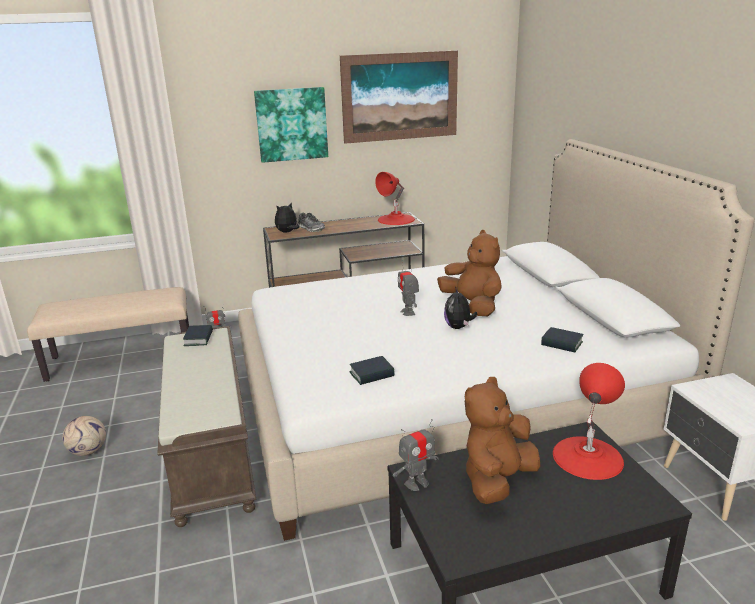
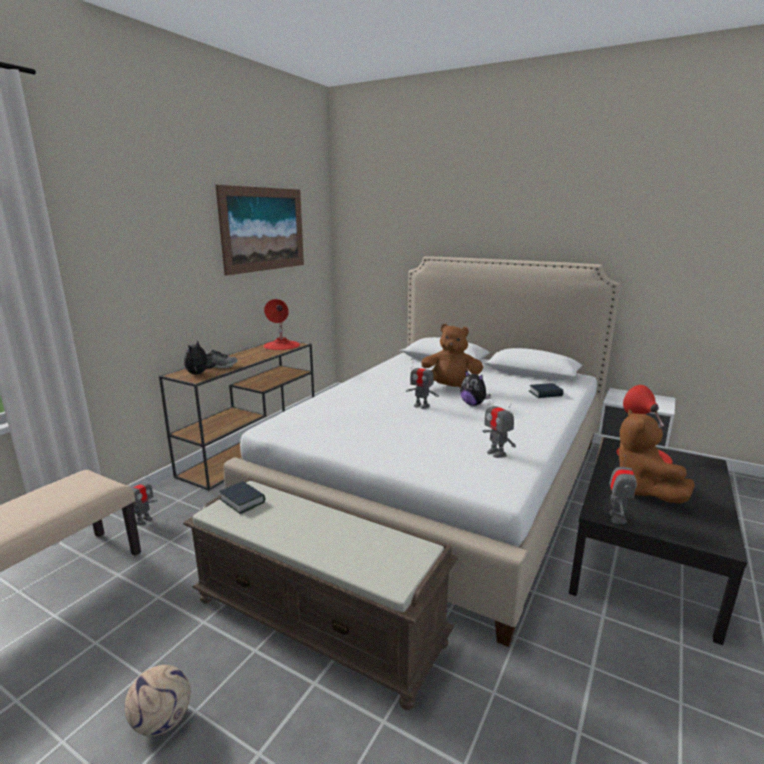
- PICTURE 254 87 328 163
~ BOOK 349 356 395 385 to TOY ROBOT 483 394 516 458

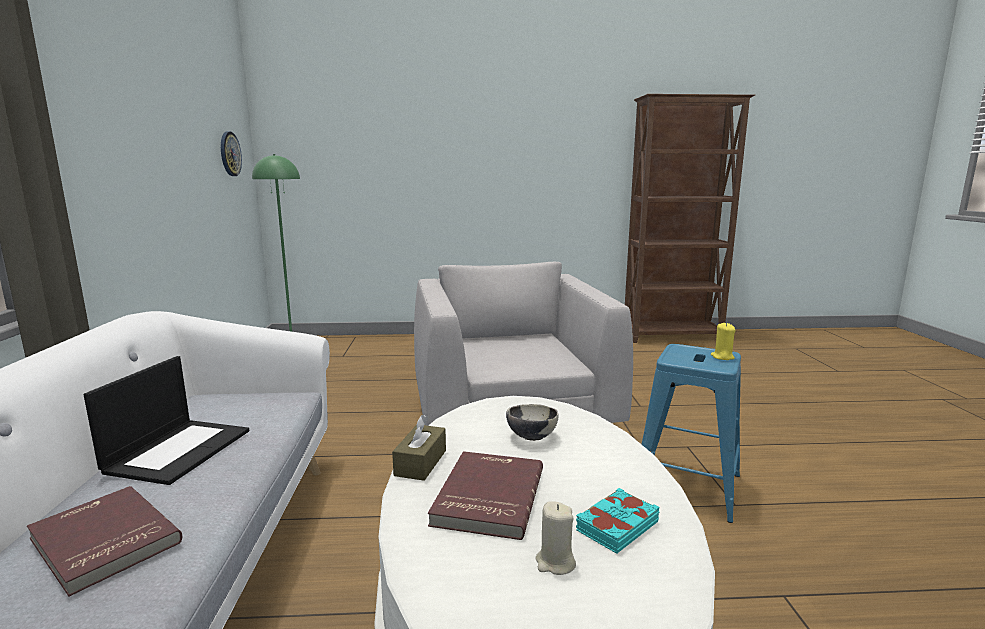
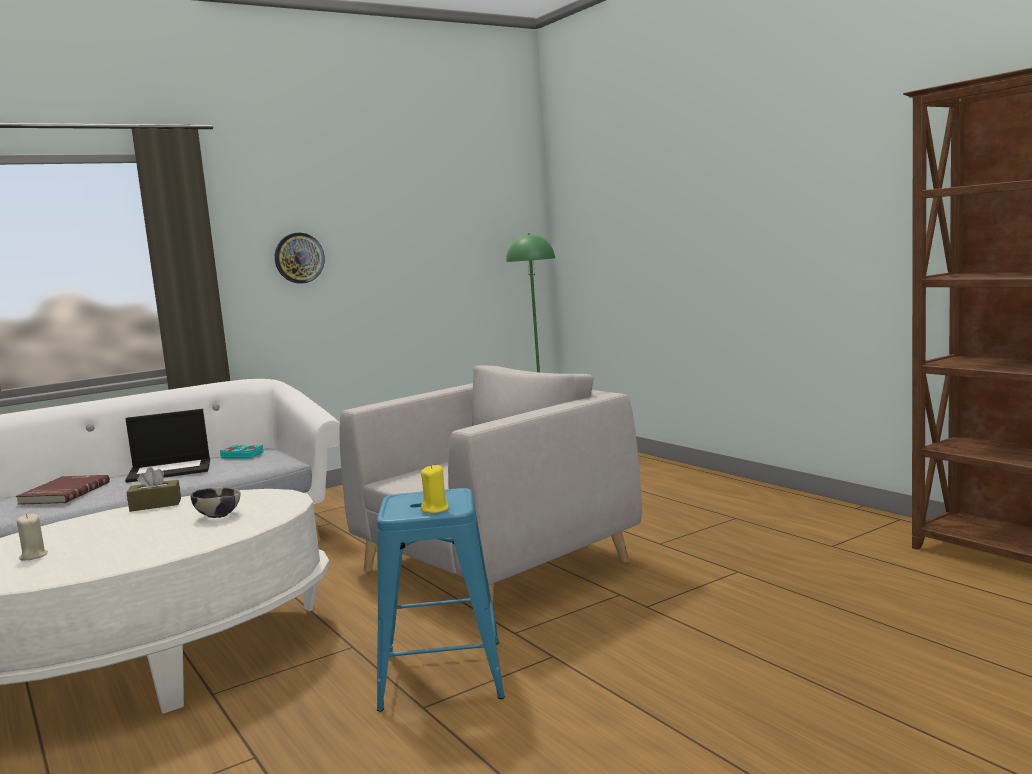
~ WALL CLOCK 221 131 242 176 to 275 233 325 284
- RED BOOK 428 451 543 540
~ TURQUOISE BOOK 576 488 659 554 to 220 445 264 458

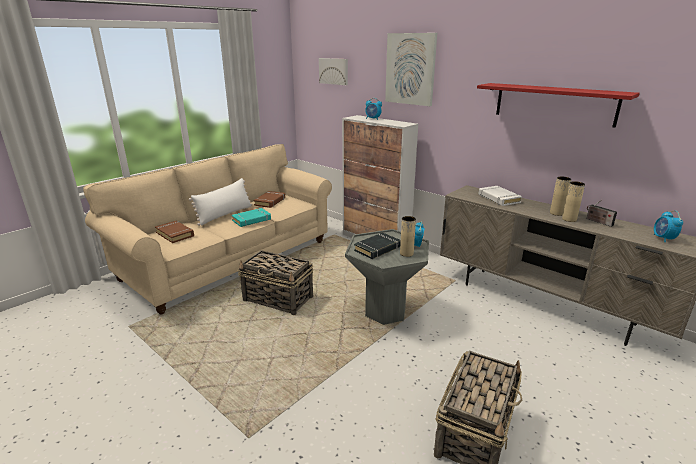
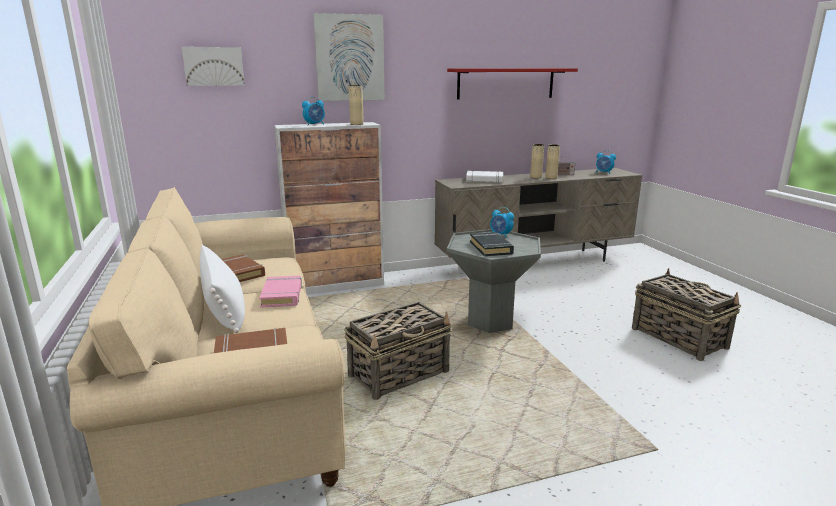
~ TURQUOISE BOOK 232 208 271 227 to PINK BOOK 260 276 302 308
~ BEIGE VASE 400 216 416 257 to 349 85 364 125

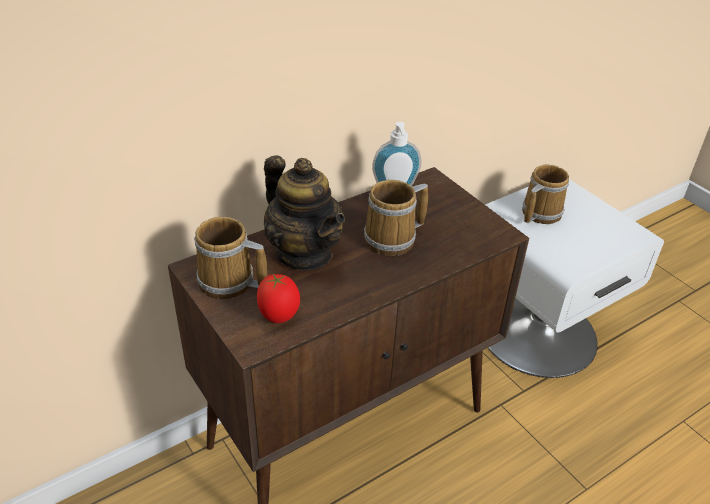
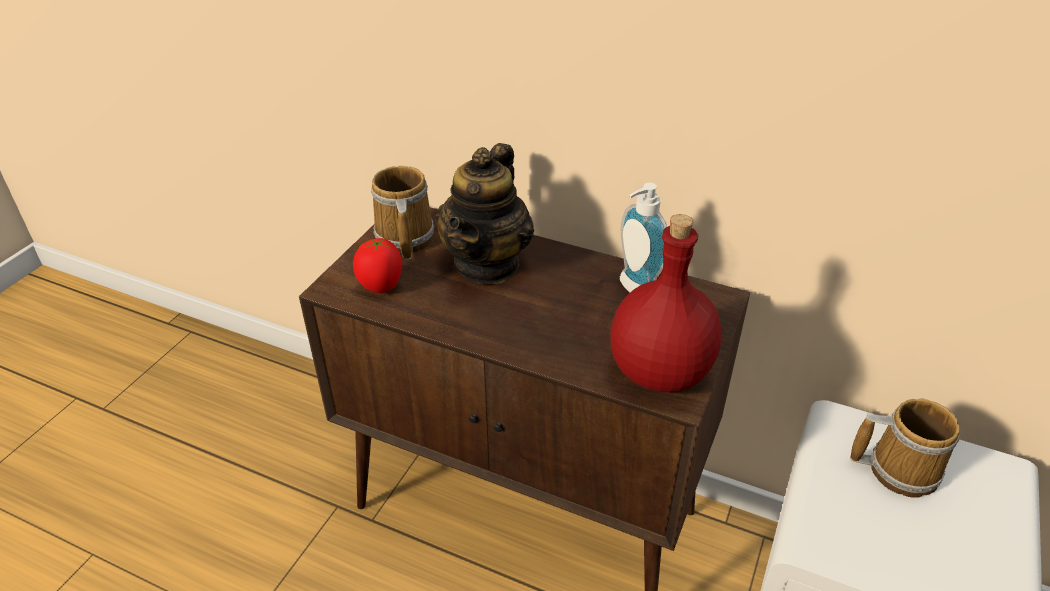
- MUG 364 180 428 256
+ RED BOTTLE 610 214 722 392

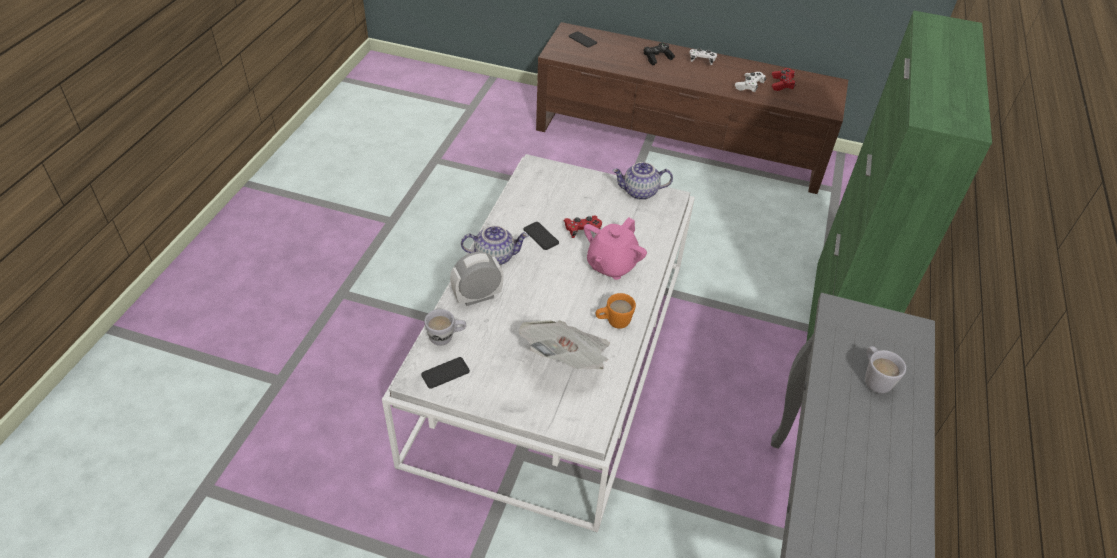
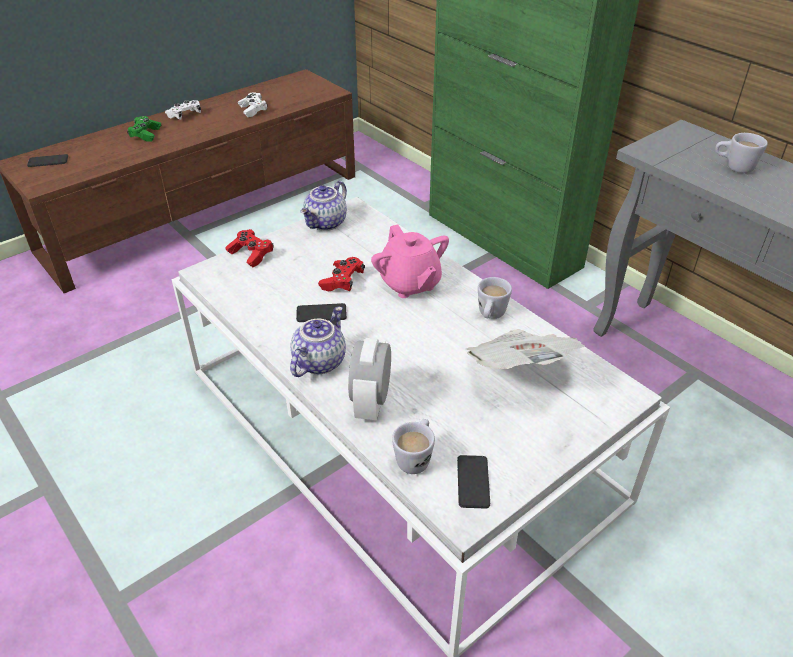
~ ORANGE MUG 596 293 636 329 to WHITE MUG 478 277 512 319
~ BLACK GAME CONTROLLER 644 42 675 65 to GREEN GAME CONTROLLER 127 116 161 142
~ RED GAME CONTROLLER 772 68 796 91 to 226 229 273 267

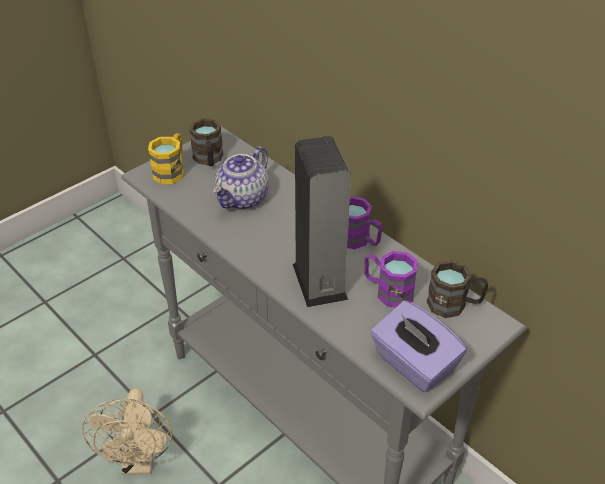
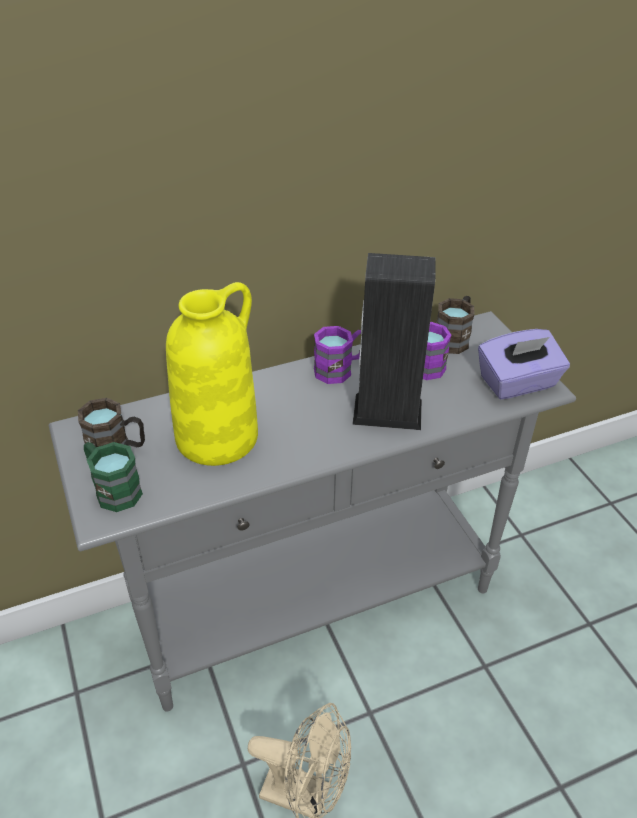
~ YELLOW MUG 148 133 184 184 to GREEN MUG 84 442 143 512
~ TEAPOT 212 146 269 210 to YELLOW VASE 166 282 258 466

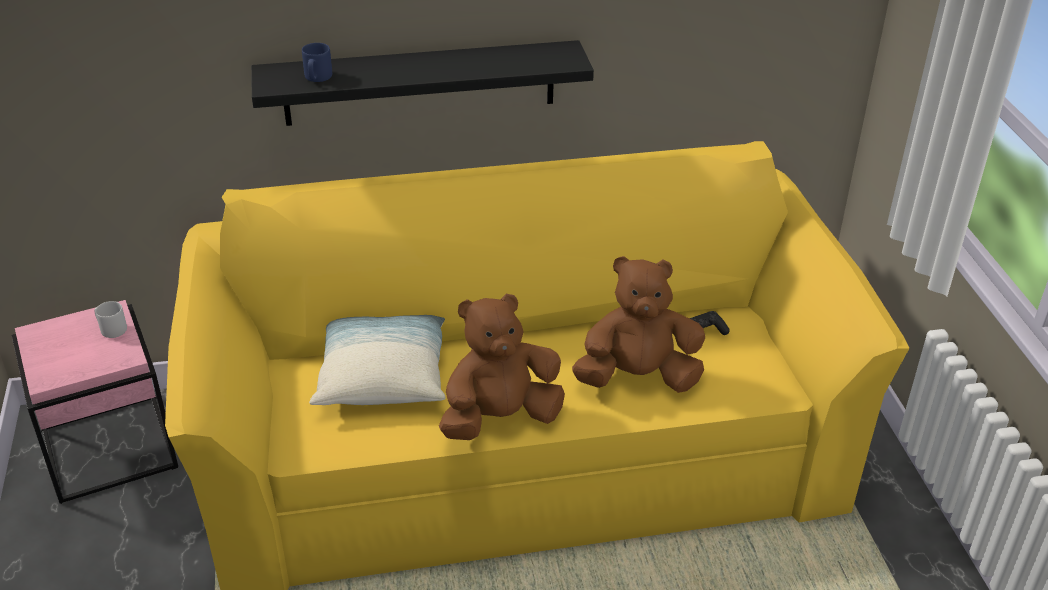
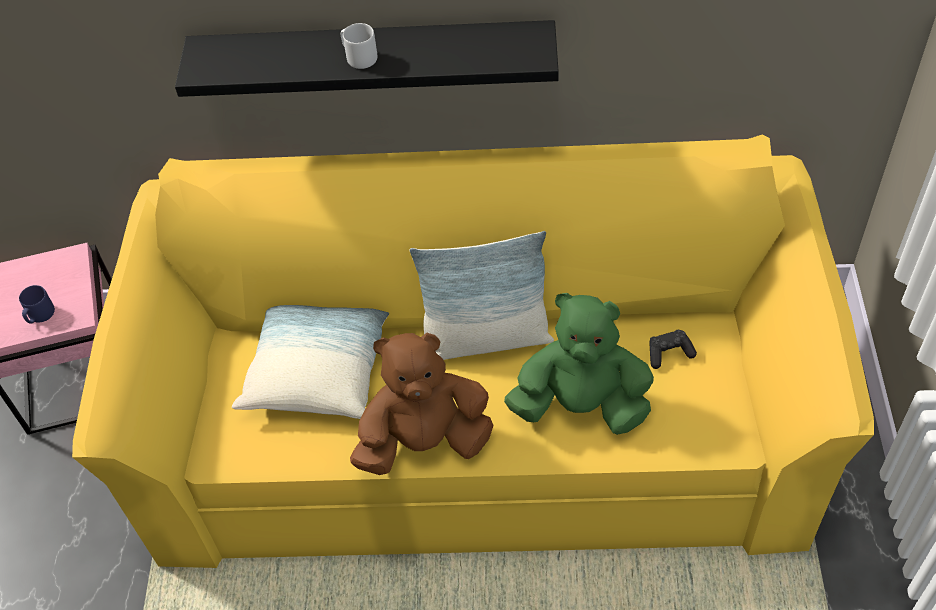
~ GREY MUG 94 301 127 338 to 341 23 377 69
~ BLUE MUG 302 43 332 82 to 19 285 55 324
~ BROWN PLUSH TOY 572 256 705 393 to GREEN PLUSH TOY 504 293 654 435
+ PILLOW 410 231 554 360

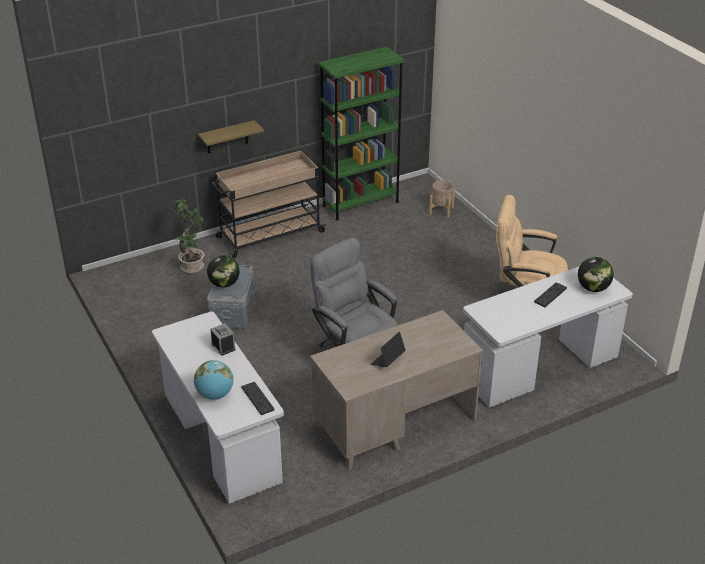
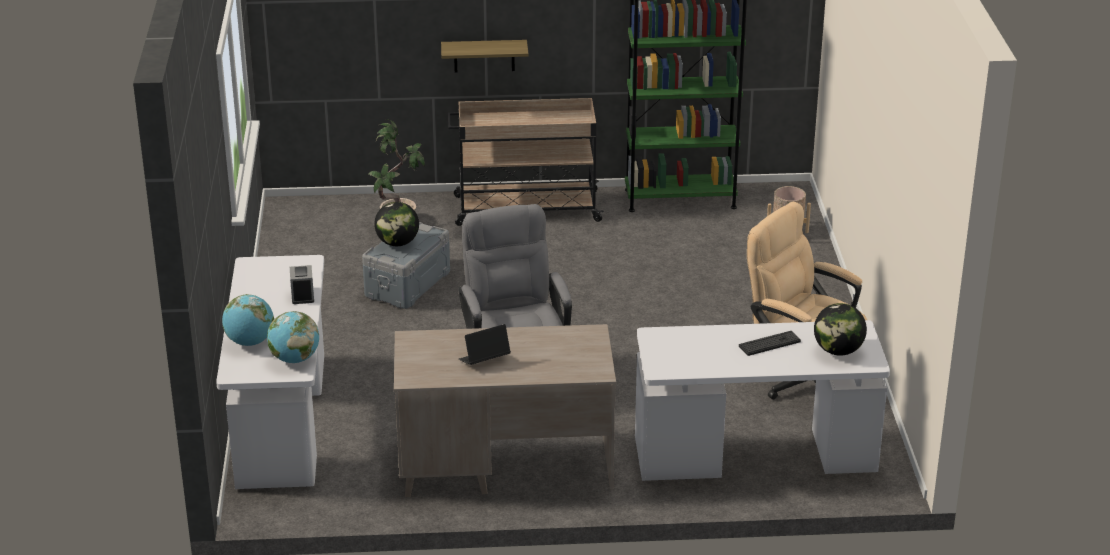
~ KEYBOARD 242 382 275 415 to GLOBE 267 311 319 363

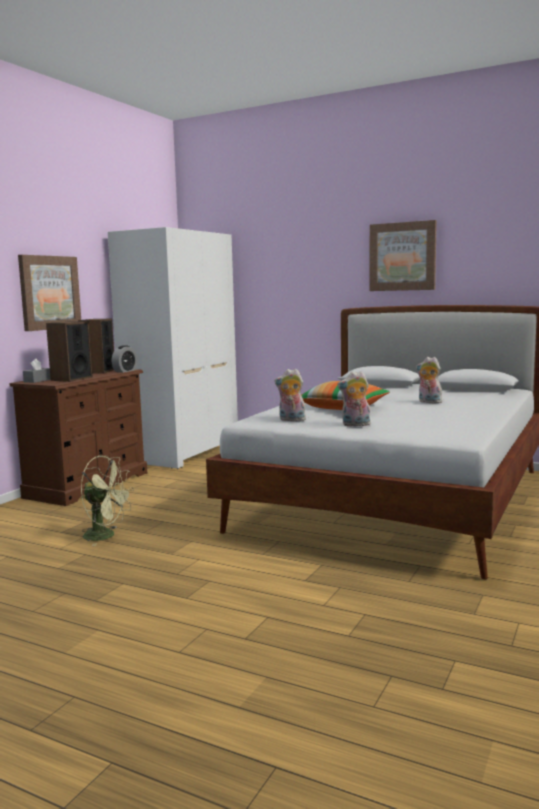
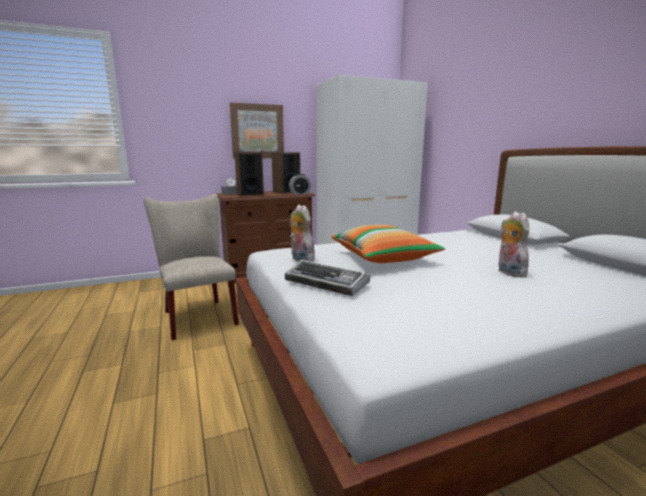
~ GREEN FAN 81 456 134 546 to BEIGE CHAIR 144 194 239 340
~ PLUSH TOY 337 371 370 426 to KEYBOARD 285 260 370 296
- PICTURE 370 220 437 291

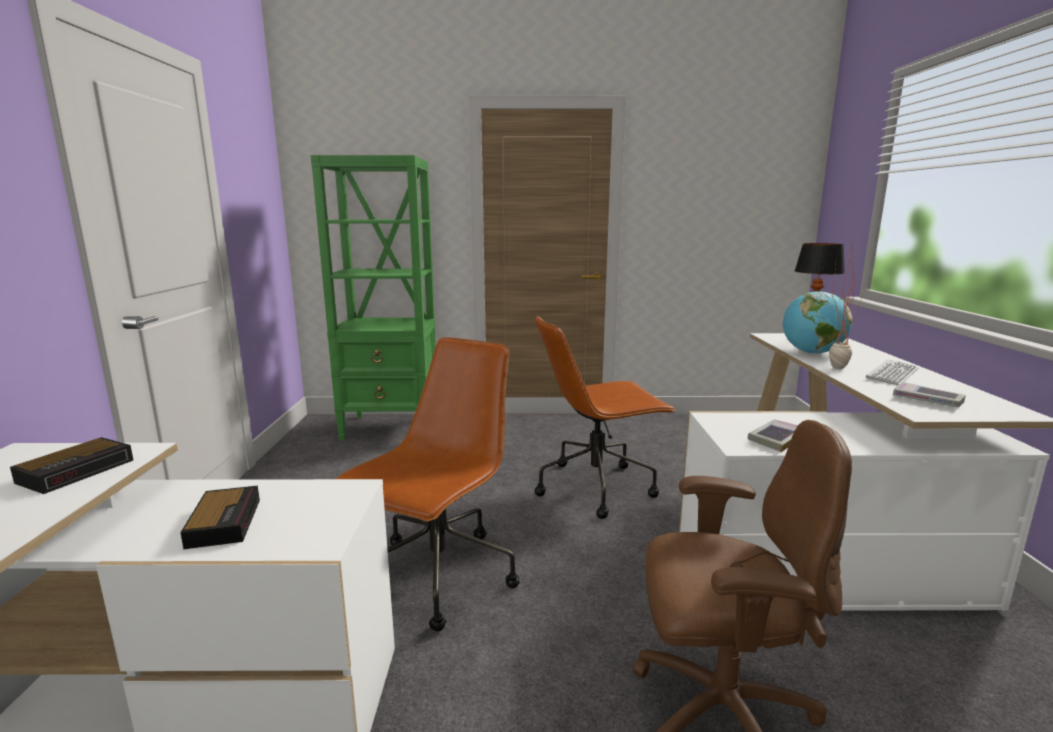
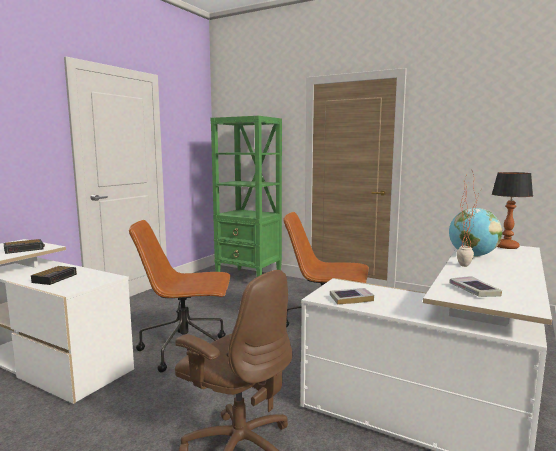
~ BROWN OFFICE CHAIR 336 337 519 632 = 129 220 231 372 150 degrees counterclockwise
- KEYBOARD 866 360 918 385

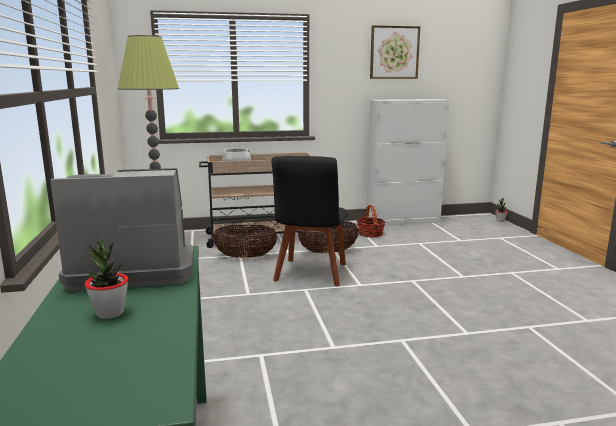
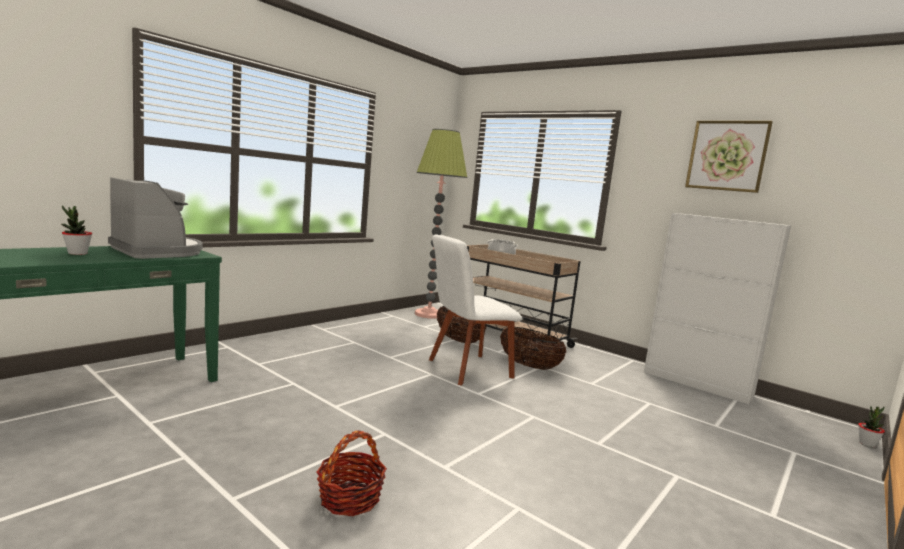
~ BLACK CHAIR 271 156 348 286 to WHITE CHAIR 429 235 523 386
~ BASKET 357 205 385 237 to 317 430 387 516

